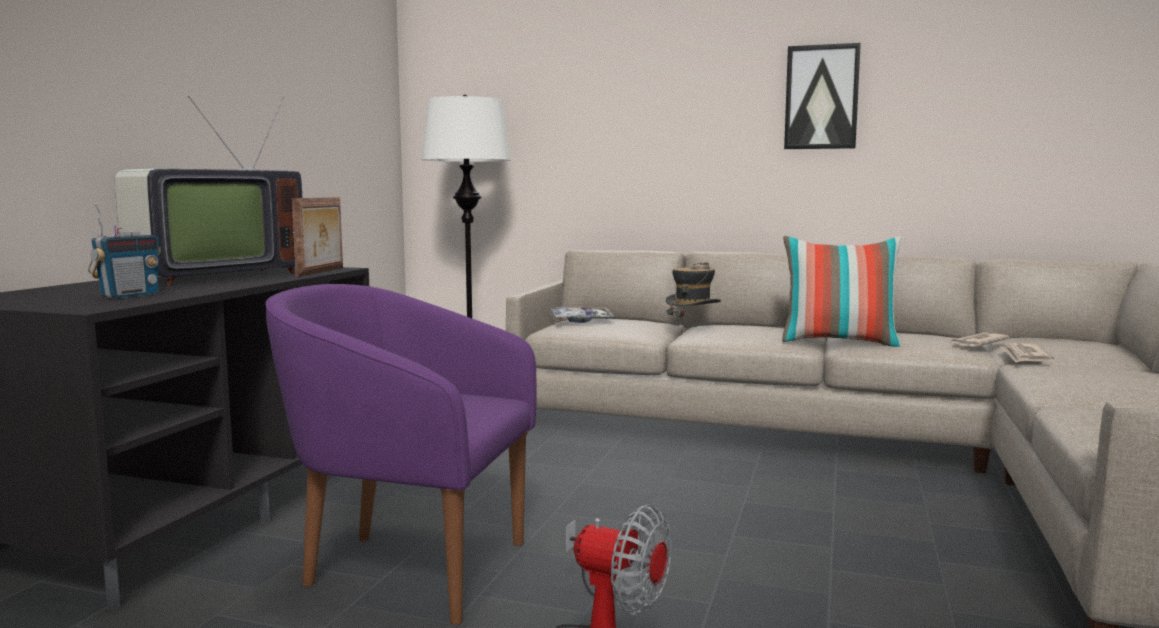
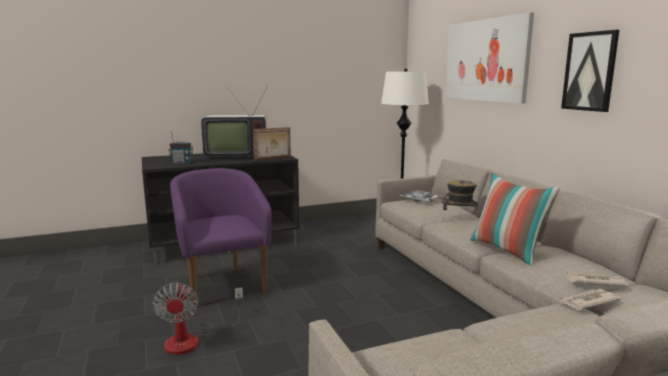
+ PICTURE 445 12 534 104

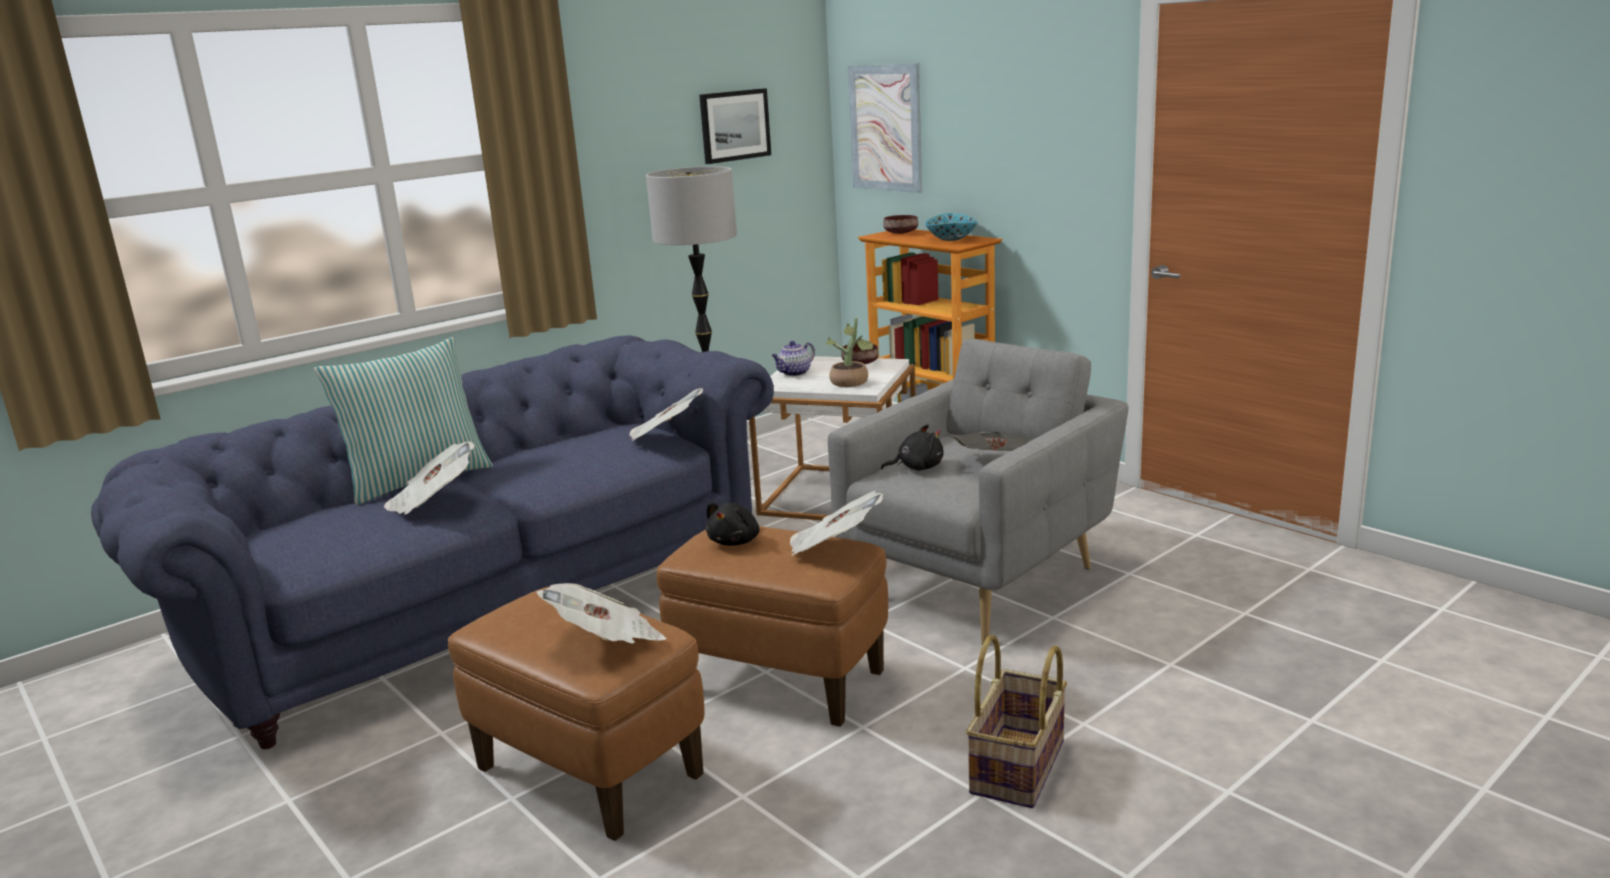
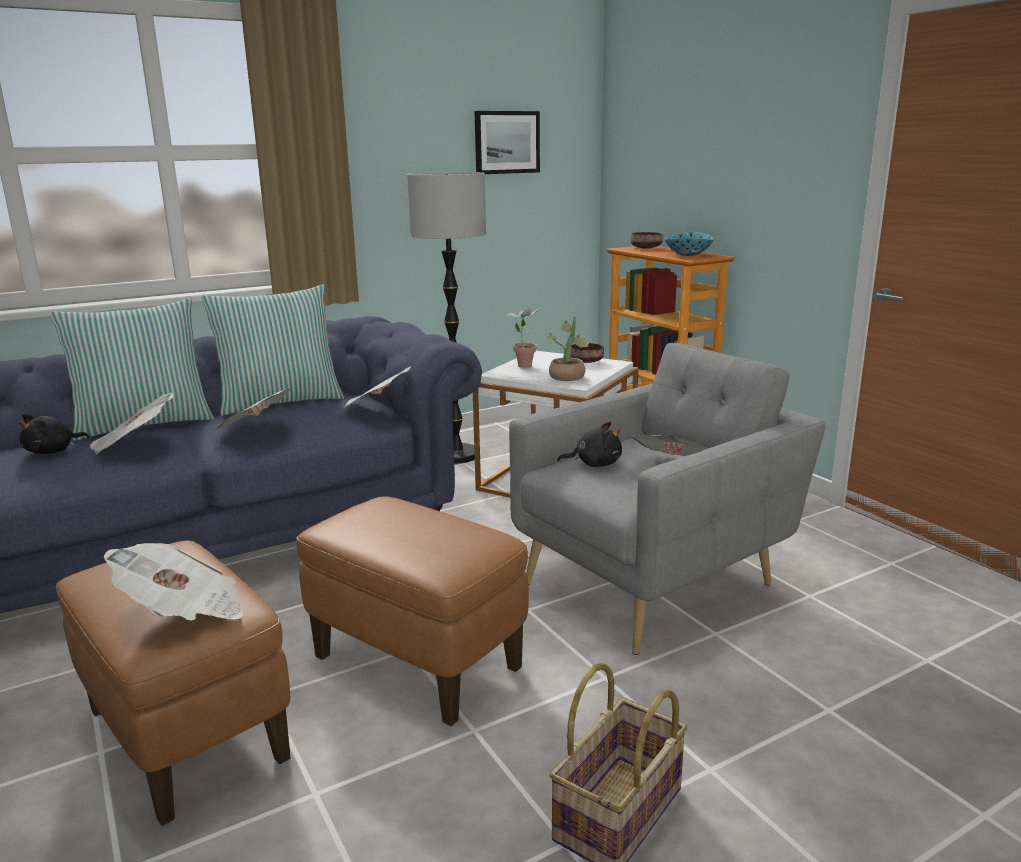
~ BLACK PLUSH TOY 706 502 759 546 to 19 414 89 454
~ TEAPOT 771 341 815 376 to POTTED PLANT 506 304 541 368
~ NEWSPAPER 790 491 883 556 to 212 388 293 431
- PICTURE 848 63 922 193
+ PILLOW 201 285 344 416

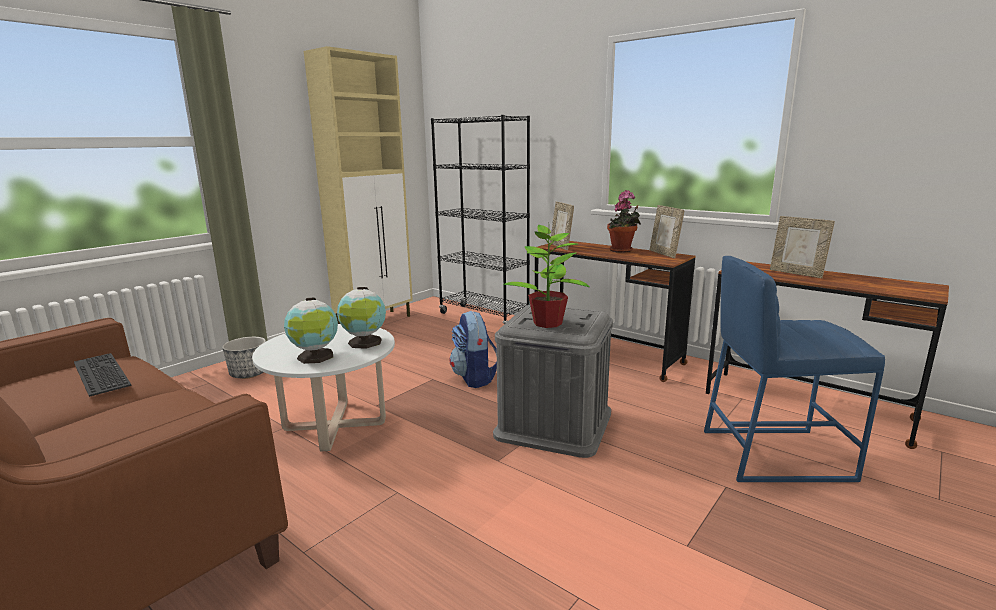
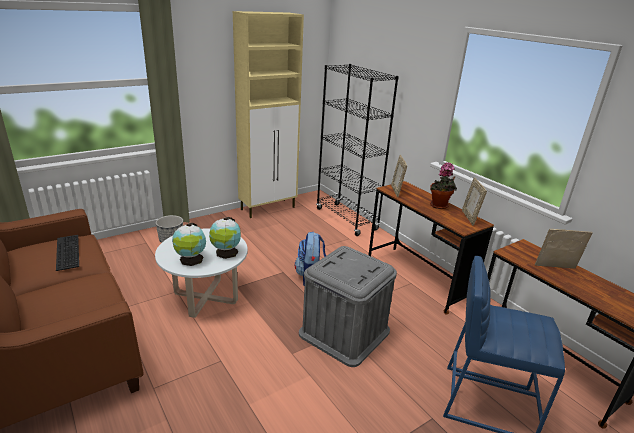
- POTTED PLANT 503 225 589 328
~ PICTURE FRAME 770 216 835 278 = 535 229 592 269 120 degrees clockwise

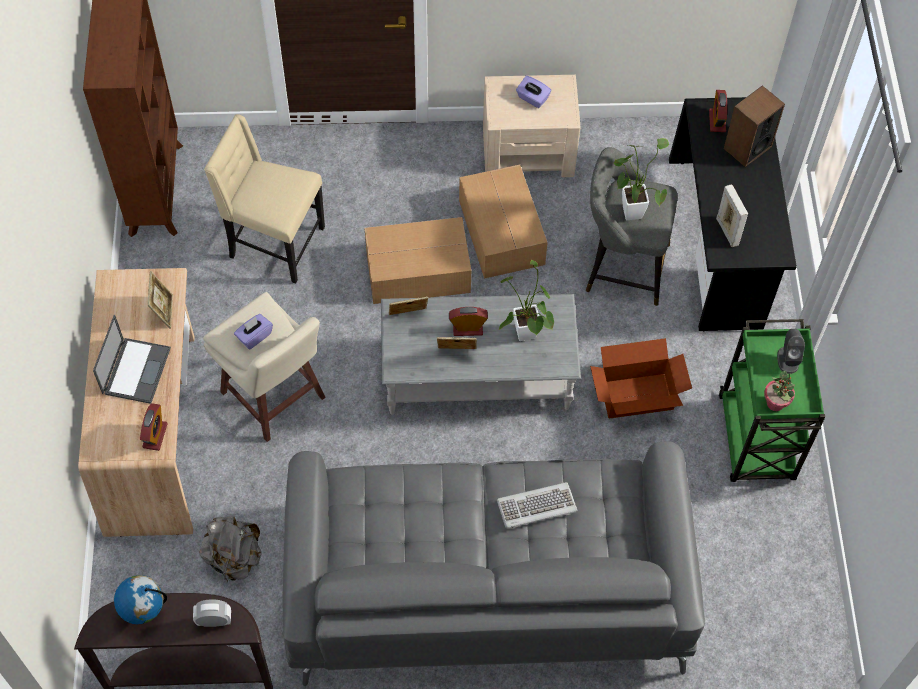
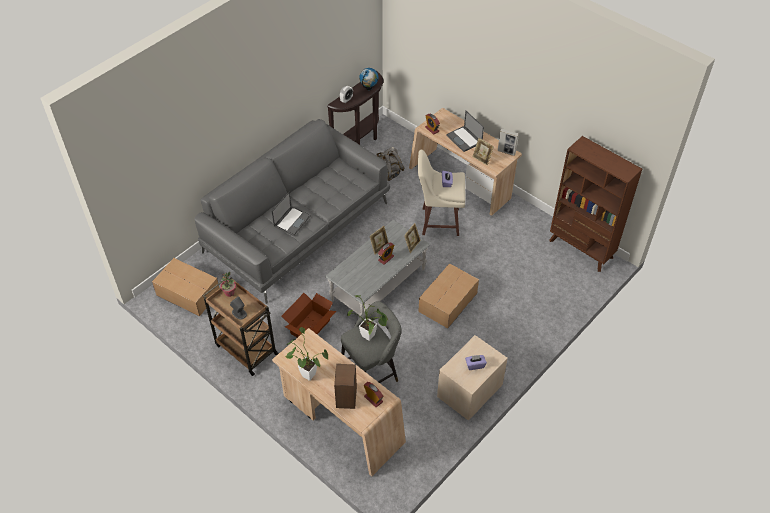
- BEIGE CHAIR 204 114 325 284
~ CARDBOARD BOX 459 165 548 279 to 152 258 219 316
~ KEYBOARD 497 482 577 529 to LAPTOP 272 192 311 236
~ POTTED PLANT 499 260 554 341 to 285 327 328 381
~ BLACK DESK 669 97 797 331 to BEIGE DESK 272 328 406 476
~ PICTURE FRAME 716 185 748 247 to 498 129 519 156
~ GREEN CART 719 319 825 482 to BROWN CART 203 278 279 376

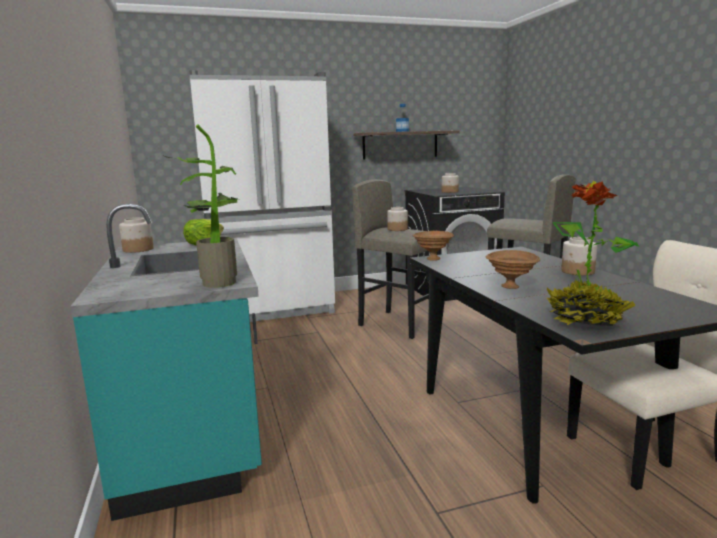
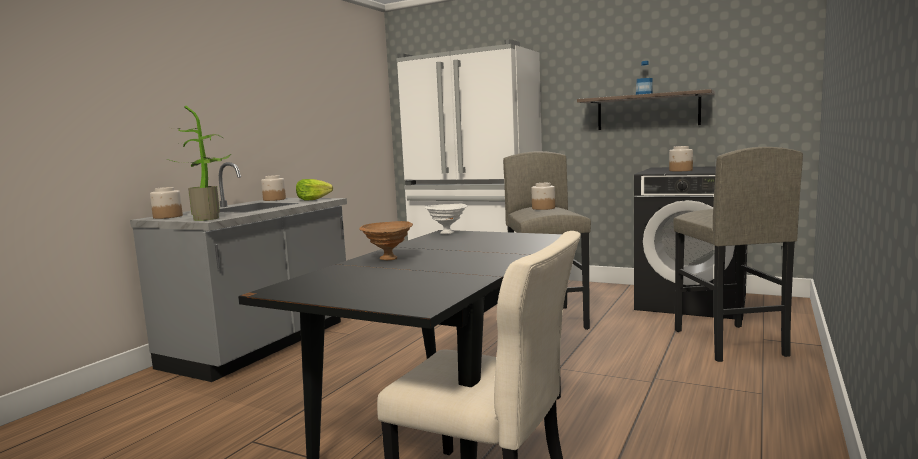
~ TURQUOISE COUNTER 70 204 262 521 to GREY COUNTER 130 162 347 382
~ BROWN BOWL 412 231 454 261 to WHITE BOWL 425 204 467 234
- POTTED PLANT 547 181 639 326
~ JAR 561 237 597 276 to 150 187 183 219

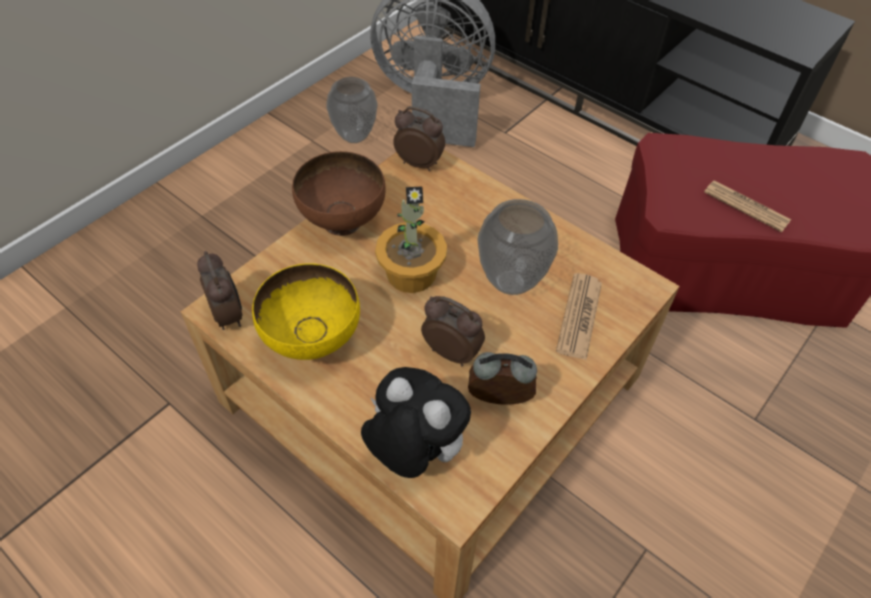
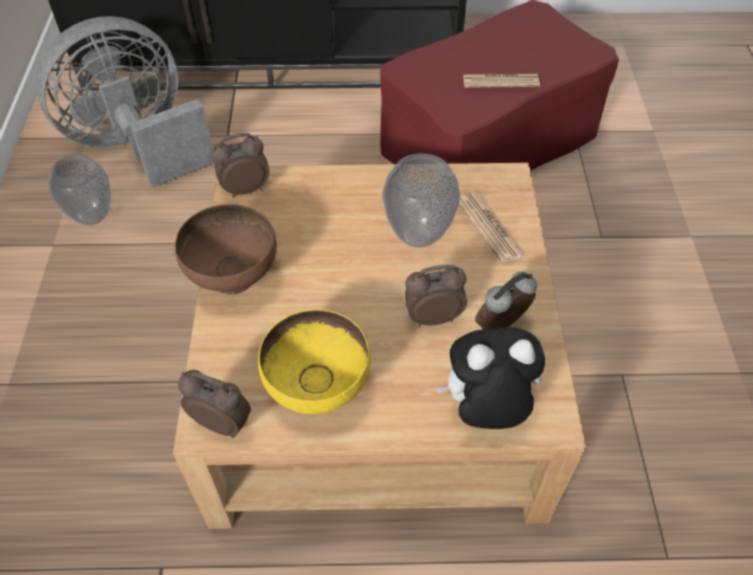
- POTTED PLANT 375 186 447 293

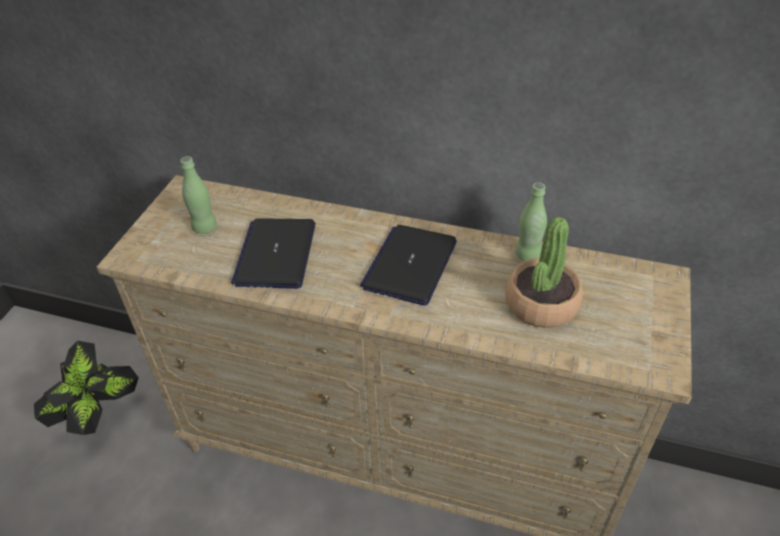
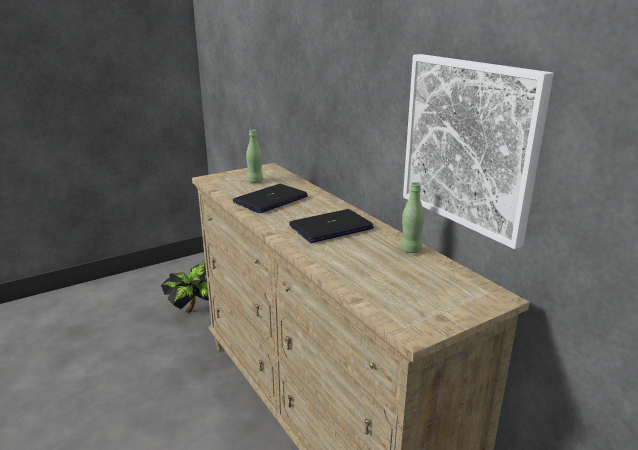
- POTTED PLANT 505 217 583 328
+ PICTURE 403 54 554 249

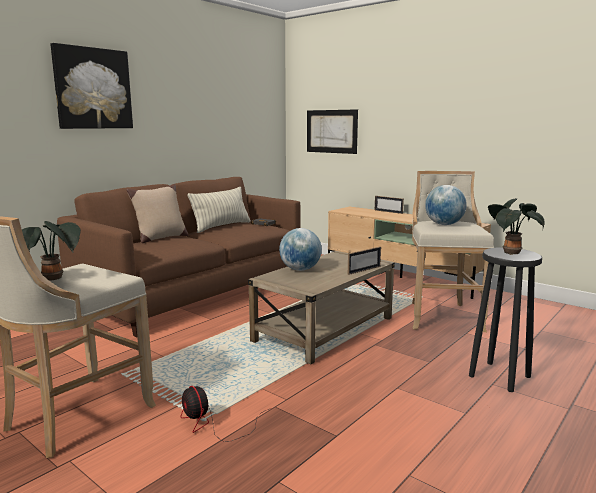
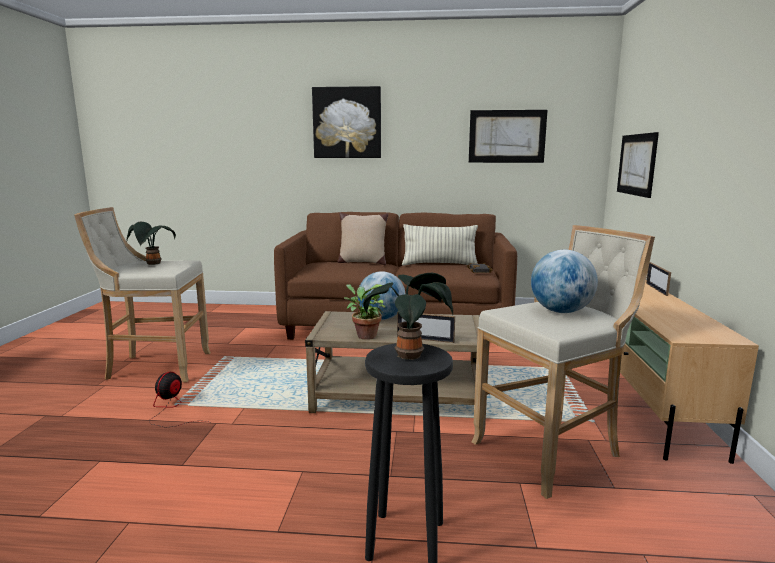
+ POTTED PLANT 344 284 385 340
+ PICTURE 469 110 547 163

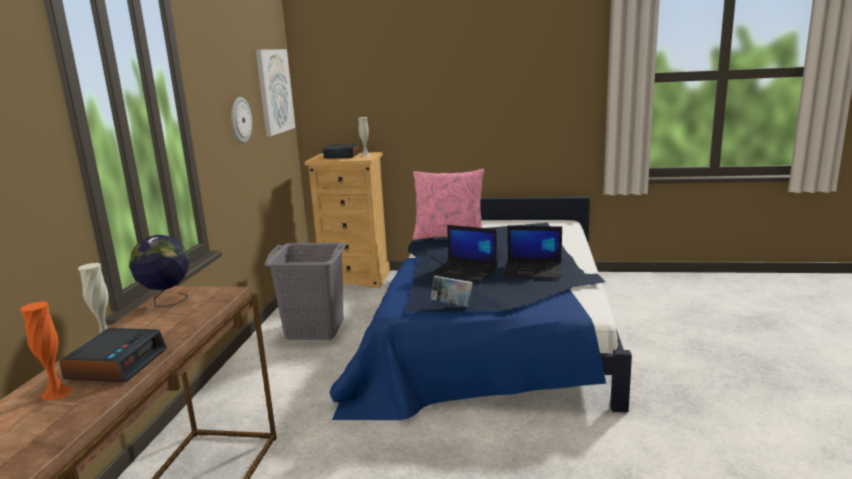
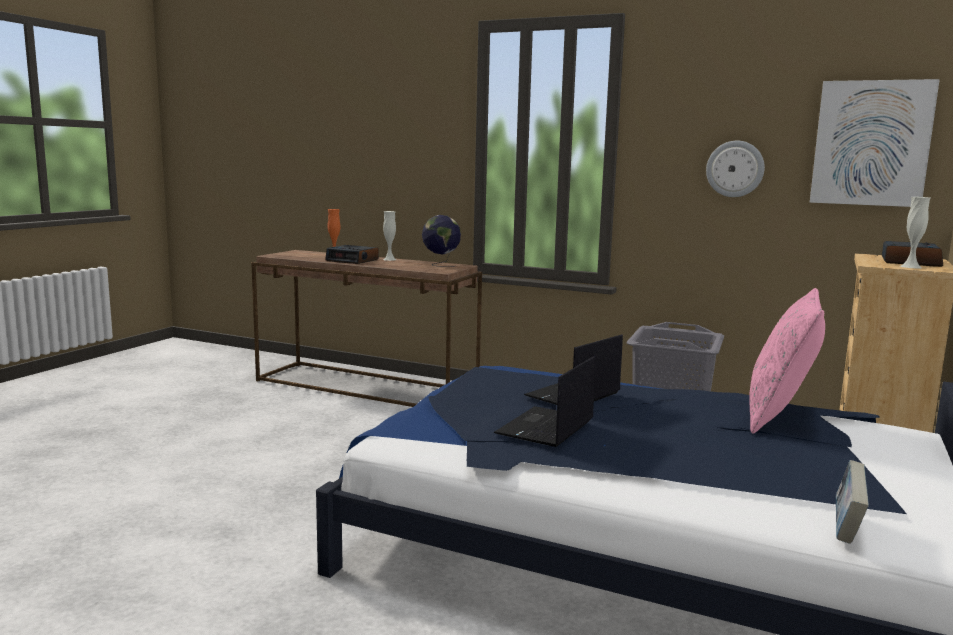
~ BOOK 430 276 473 307 to 836 460 869 544

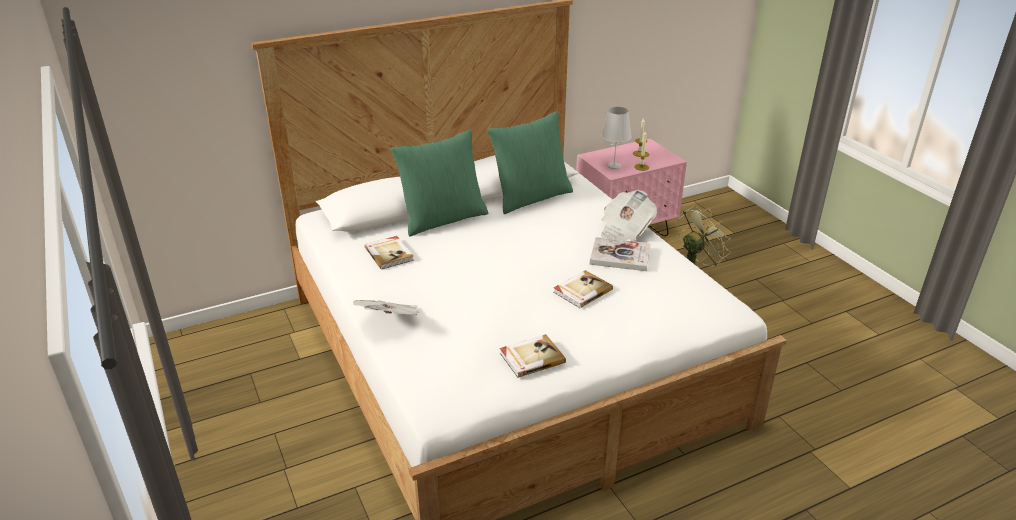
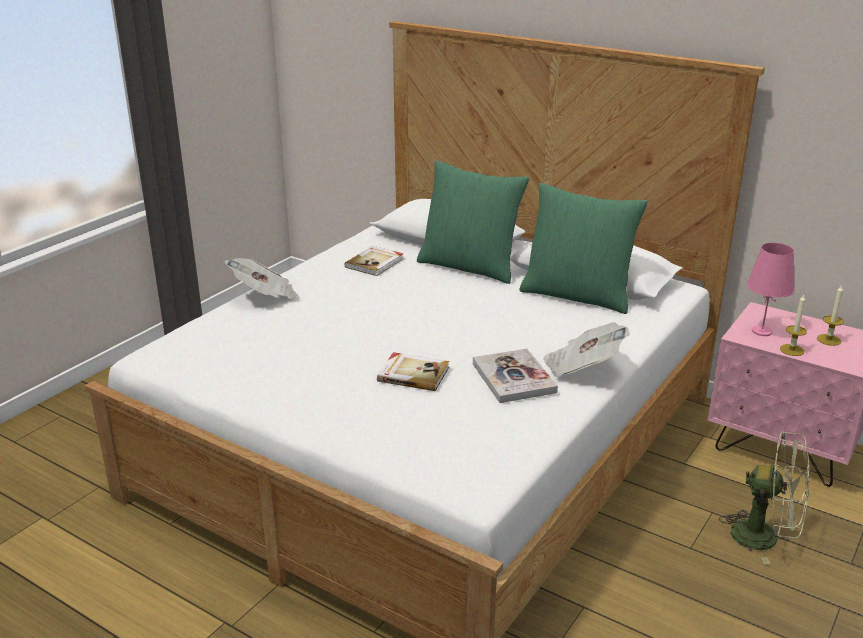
- BOOK 500 334 566 378
~ WHITE TABLE LAMP 601 107 632 169 to PINK TABLE LAMP 747 243 795 336

